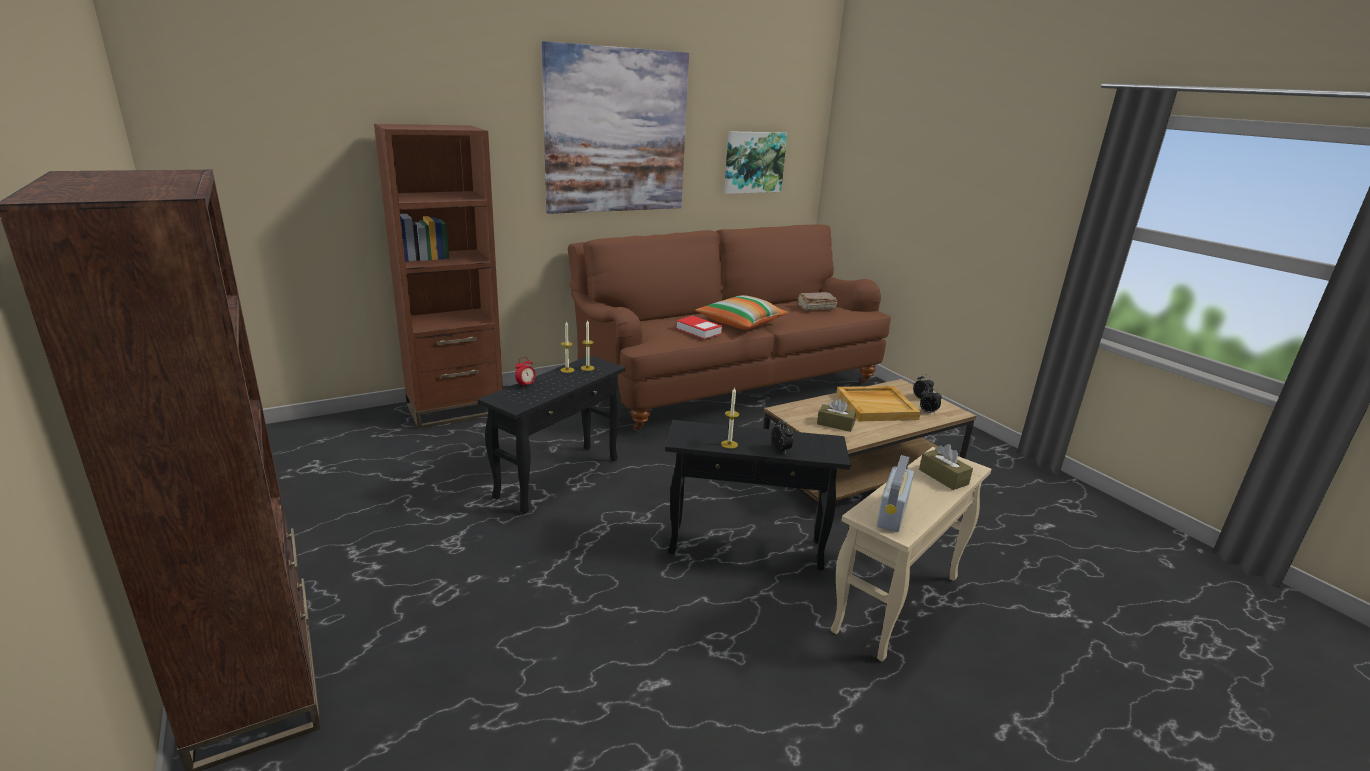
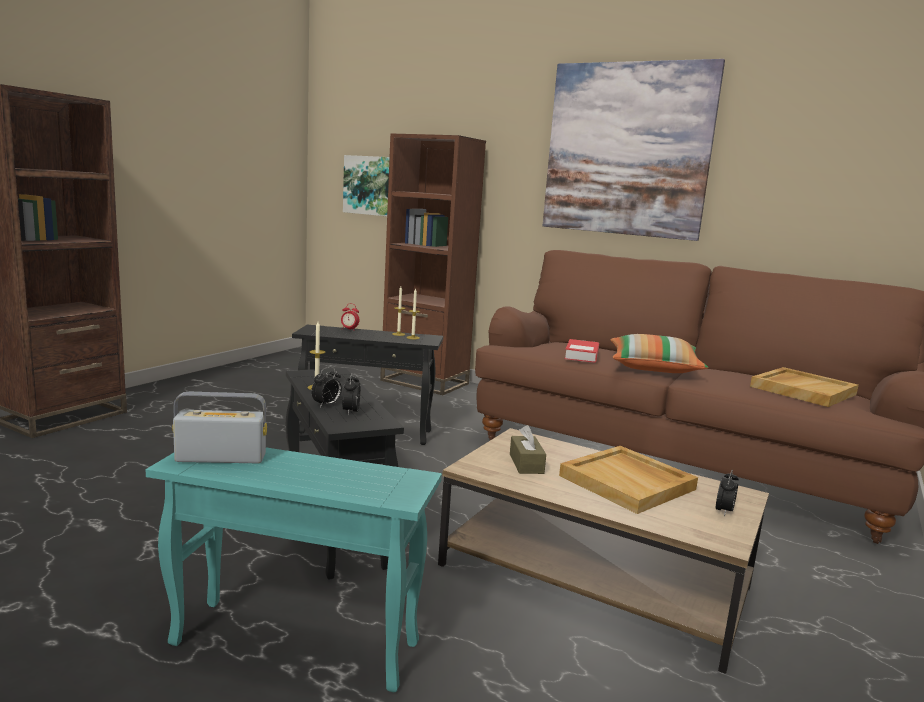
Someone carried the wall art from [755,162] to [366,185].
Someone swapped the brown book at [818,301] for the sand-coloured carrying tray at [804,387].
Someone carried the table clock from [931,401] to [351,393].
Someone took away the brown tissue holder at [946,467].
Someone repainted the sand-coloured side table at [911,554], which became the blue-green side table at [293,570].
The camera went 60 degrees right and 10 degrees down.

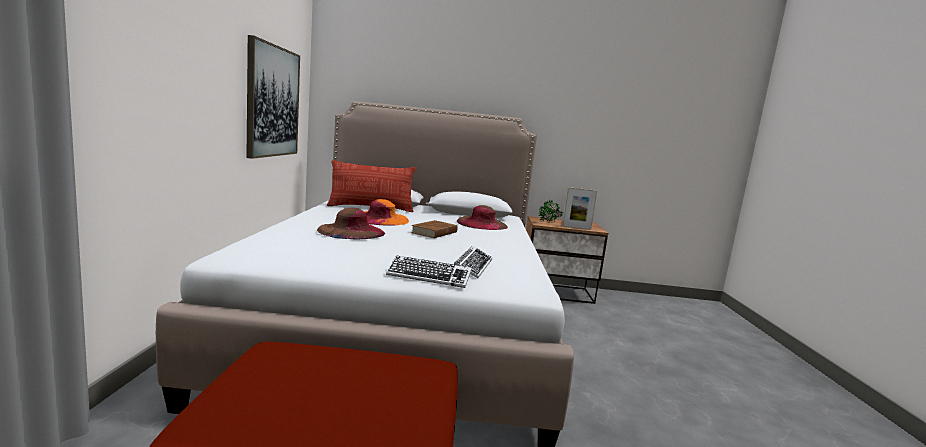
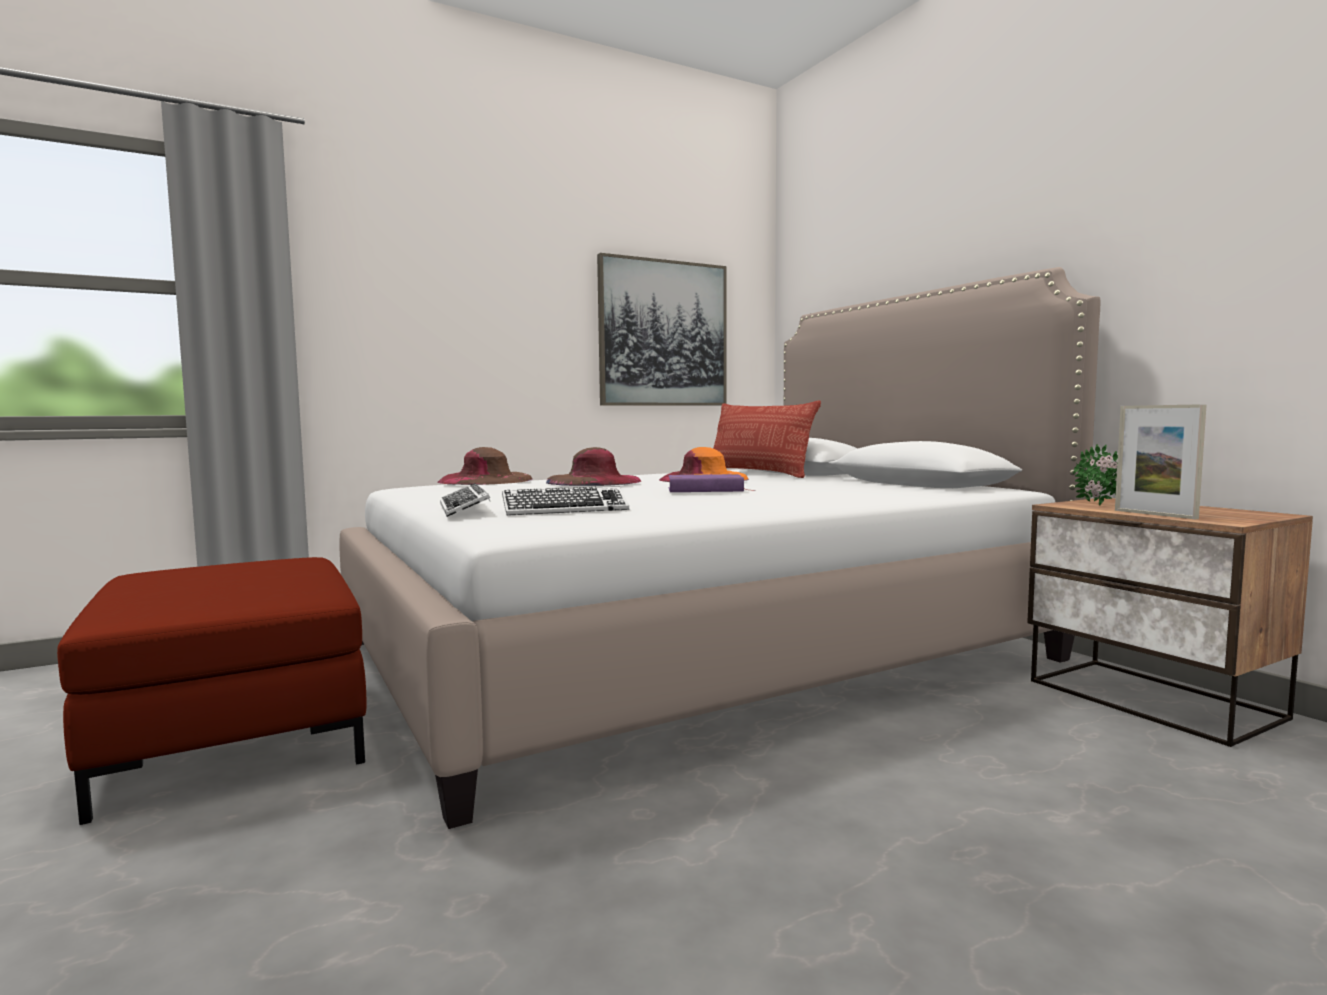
Someone carried the brown wearable hat from [482,217] to [485,466].
Someone repainted the brown book at [434,229], which became the purple book at [712,483].
The camera went 60 degrees right and 5 degrees down.

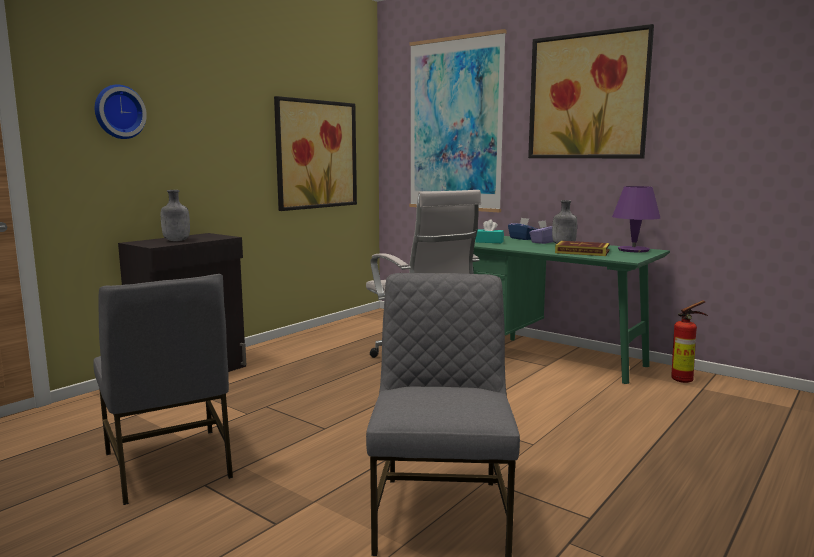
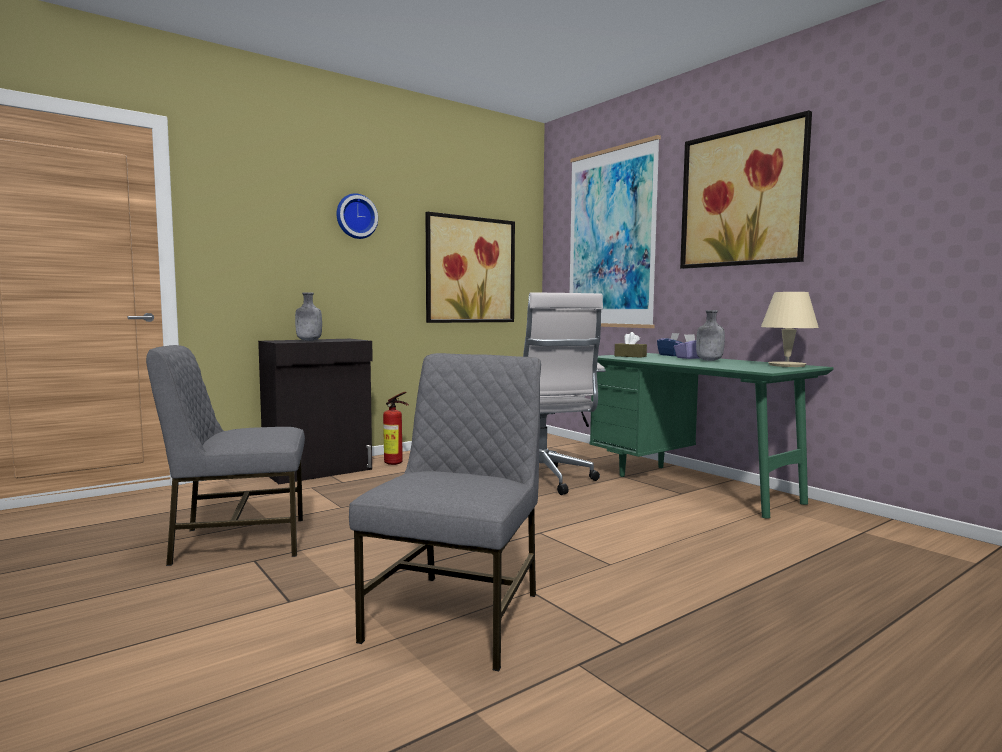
Someone carried the wall clock from [121,111] to [357,216].
Someone repainted the purple lamp for a table at [636,219], which became the sand-coloured lamp for a table at [790,329].
Someone repainted the blue-green tissue holder at [489,231], which became the brown tissue holder at [631,345].
Someone took away the book at [582,248].
Someone rotated the gray chair at [163,389] by 90 degrees clockwise.
Someone carried the extinguisher from [689,341] to [396,428].
The camera went 15 degrees right and 5 degrees down.

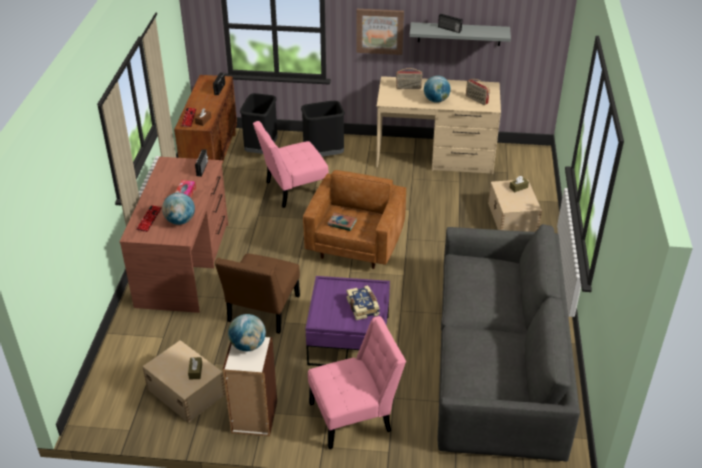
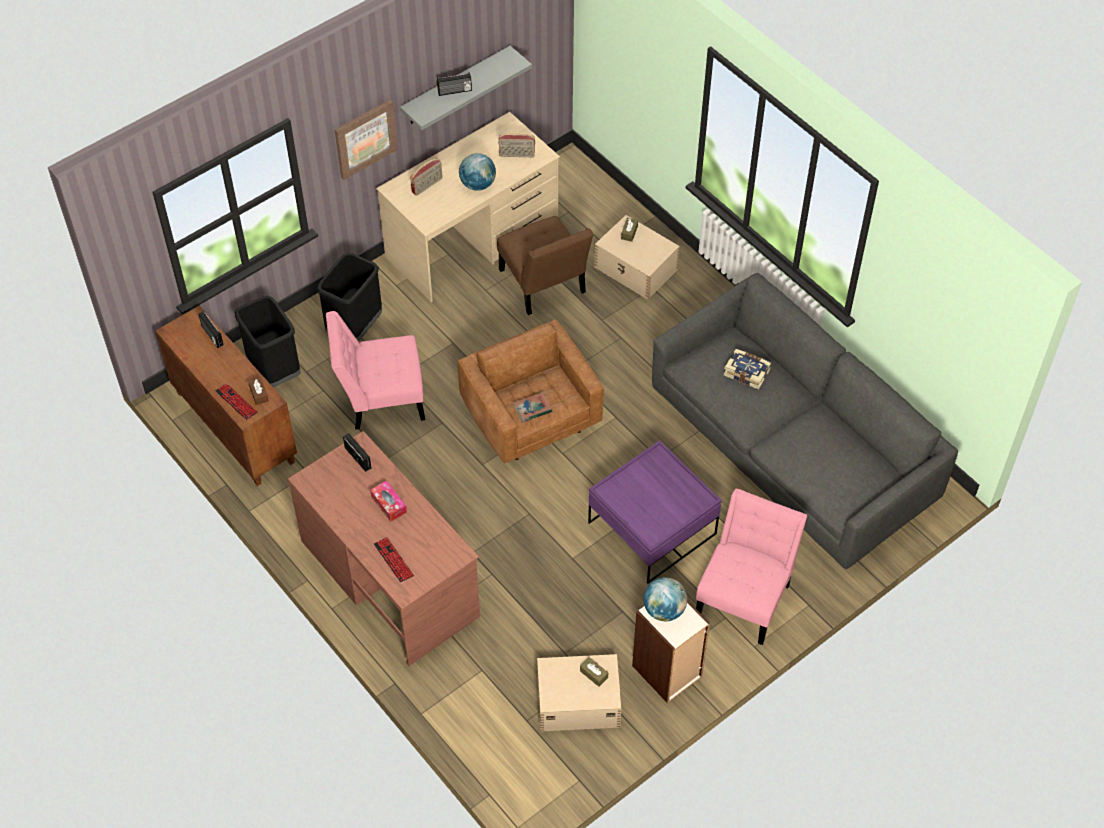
Someone rotated the pinkish chair at [290,164] by 60 degrees clockwise.
Someone took away the world globe at [178,209].
Someone carried the brown chair from [257,294] to [545,265].
Someone carried the book from [363,302] to [747,369].
The camera went 45 degrees left and 15 degrees up.

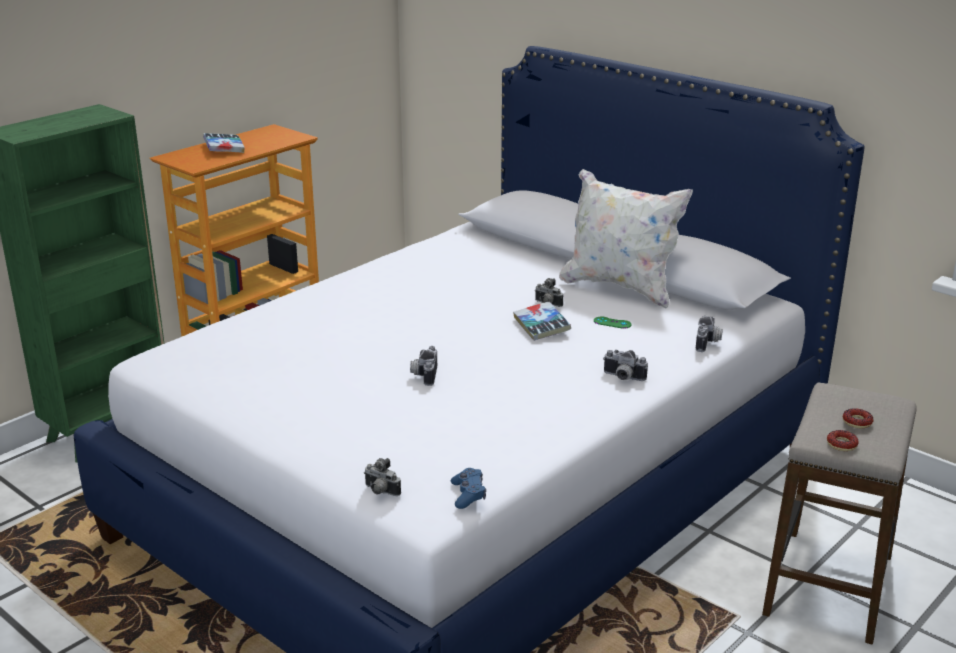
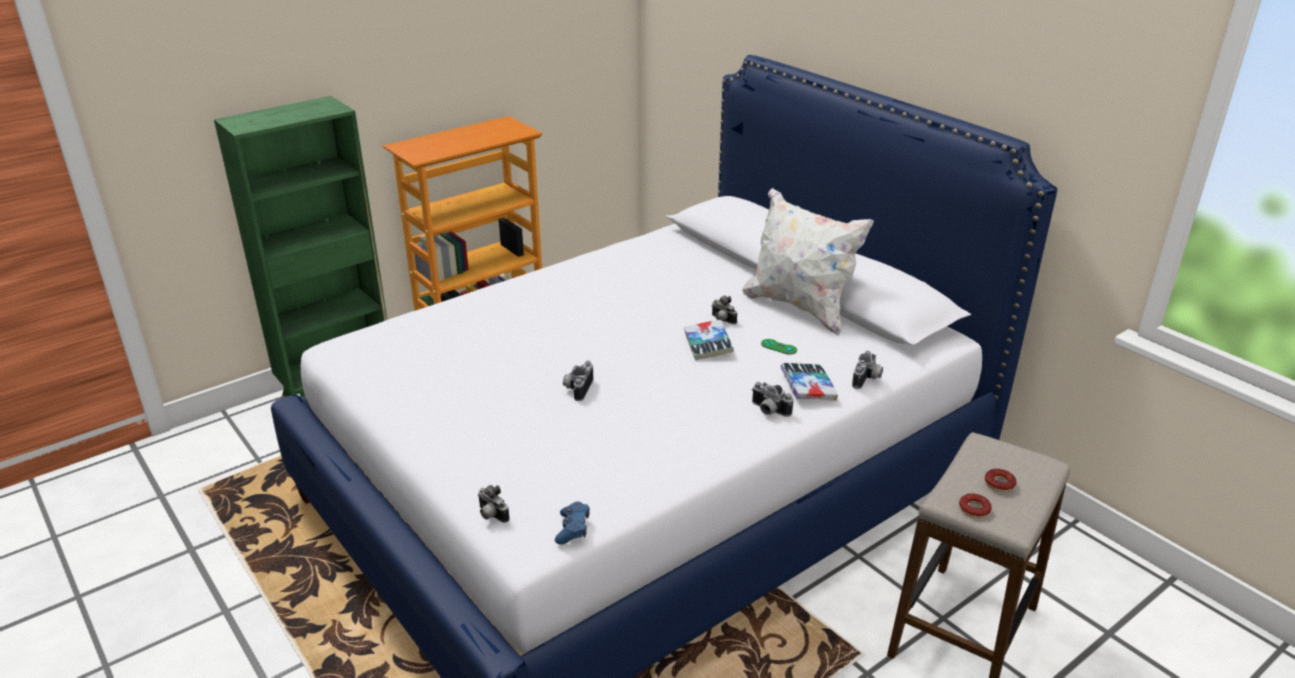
Someone carried the book from [224,143] to [809,382].
The camera went 10 degrees right and 5 degrees up.

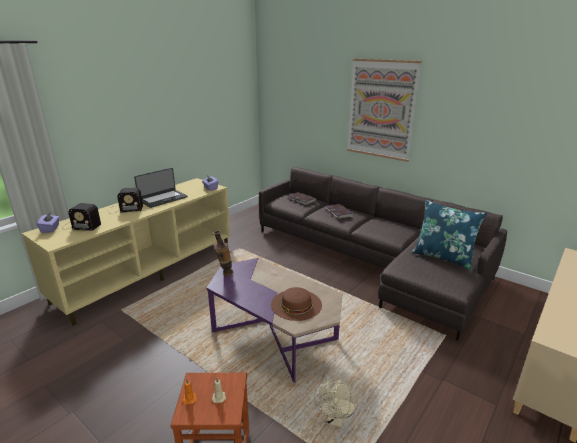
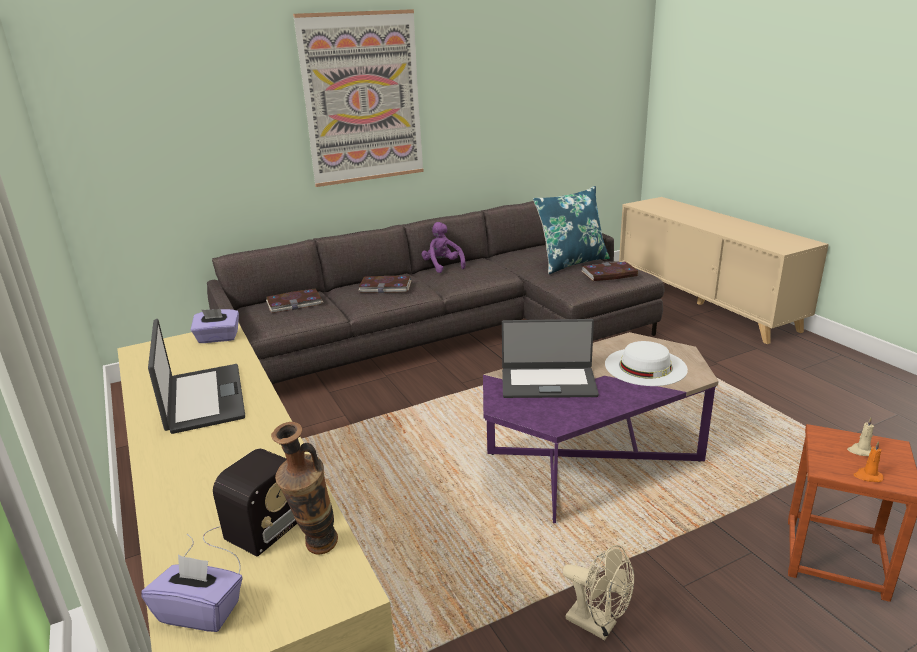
Someone took away the radio at [125,200].
Someone carried the flower vase from [222,253] to [304,488].
Someone repainted the brown wearable hat at [296,304], which became the white-coloured wearable hat at [646,363].
Someone carried the sand-coloured fan from [336,403] to [598,592].
Someone put down the purple soft toy at [443,247].
Someone put down the book at [610,271].
Someone put down the portable computer at [550,358].
The camera went 65 degrees left and 0 degrees up.

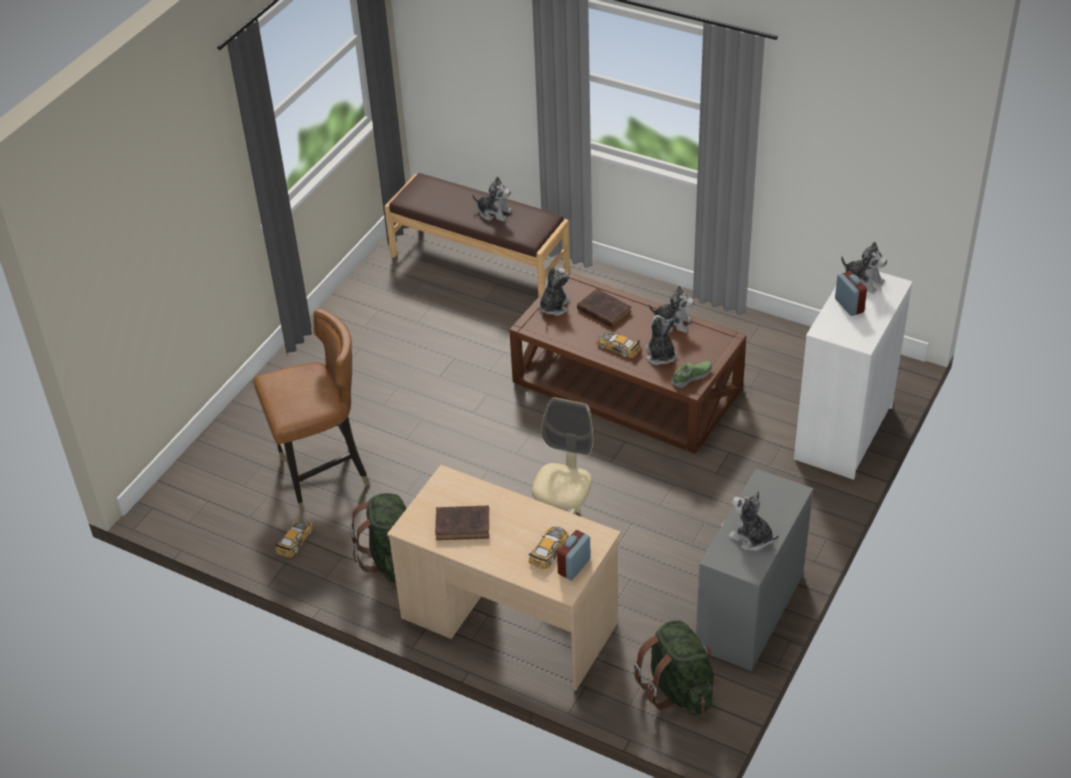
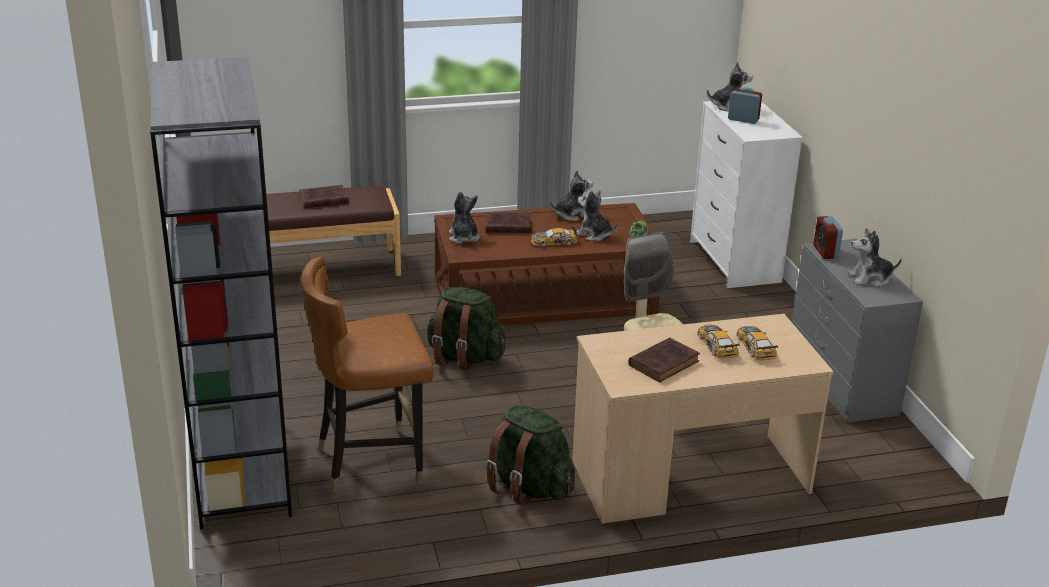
Someone swapped the soft toy at [492,199] for the brown book at [324,196].
Someone rotated the brown chair at [311,410] by 135 degrees counterclockwise.
Someone carried the miniature car from [294,538] to [718,342].
Someone carried the table clock from [574,555] to [828,237].
Someone carried the green backpack from [673,667] to [466,329].
Someone put down the gray bookshelf at [221,293].
The camera went 45 degrees left and 15 degrees down.

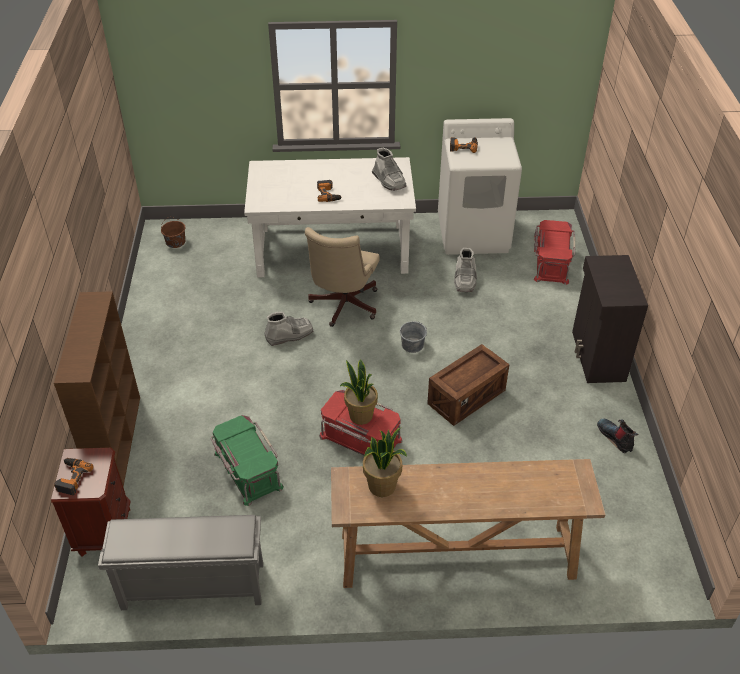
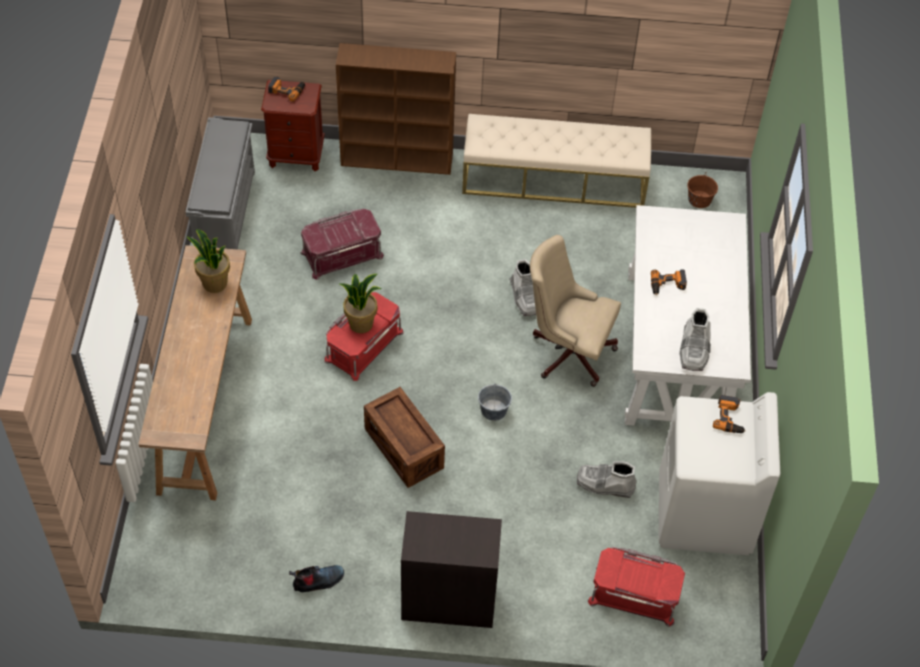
Someone rotated the gray boot at [389,169] by 60 degrees counterclockwise.
Someone repainted the green storage bin at [247,460], which became the reddish storage bin at [342,244].
Someone put down the sand-coloured indoor bench at [556,161].
The camera went 95 degrees right and 10 degrees up.

